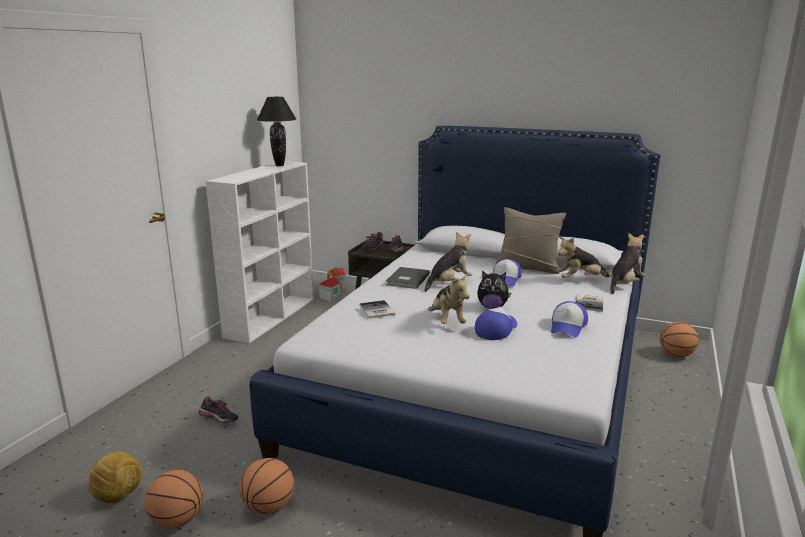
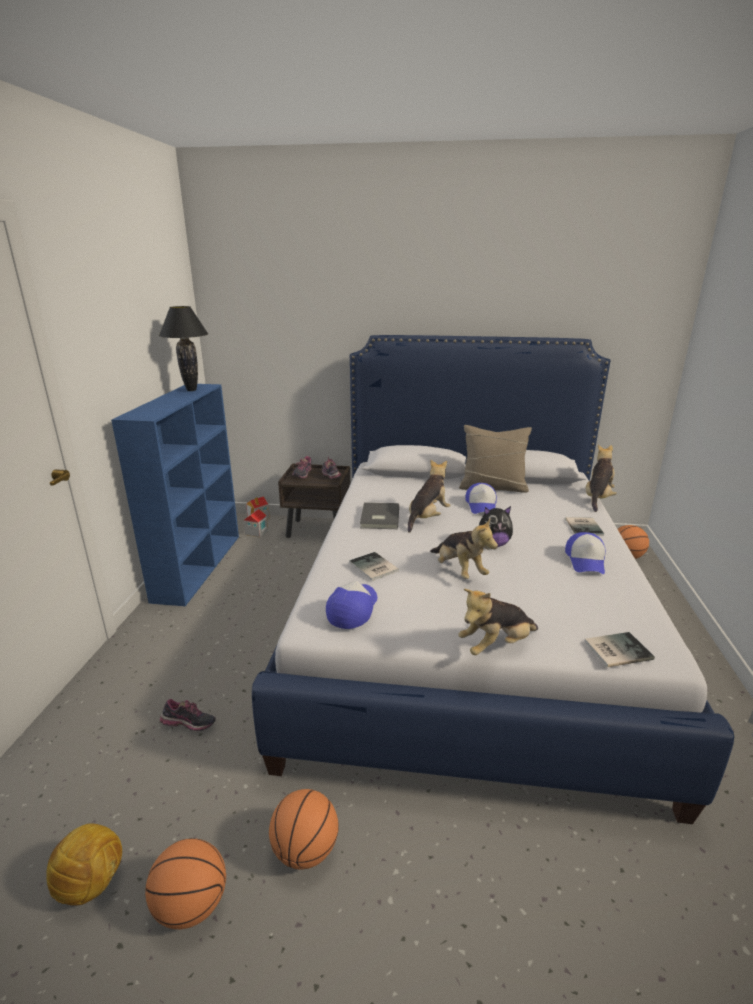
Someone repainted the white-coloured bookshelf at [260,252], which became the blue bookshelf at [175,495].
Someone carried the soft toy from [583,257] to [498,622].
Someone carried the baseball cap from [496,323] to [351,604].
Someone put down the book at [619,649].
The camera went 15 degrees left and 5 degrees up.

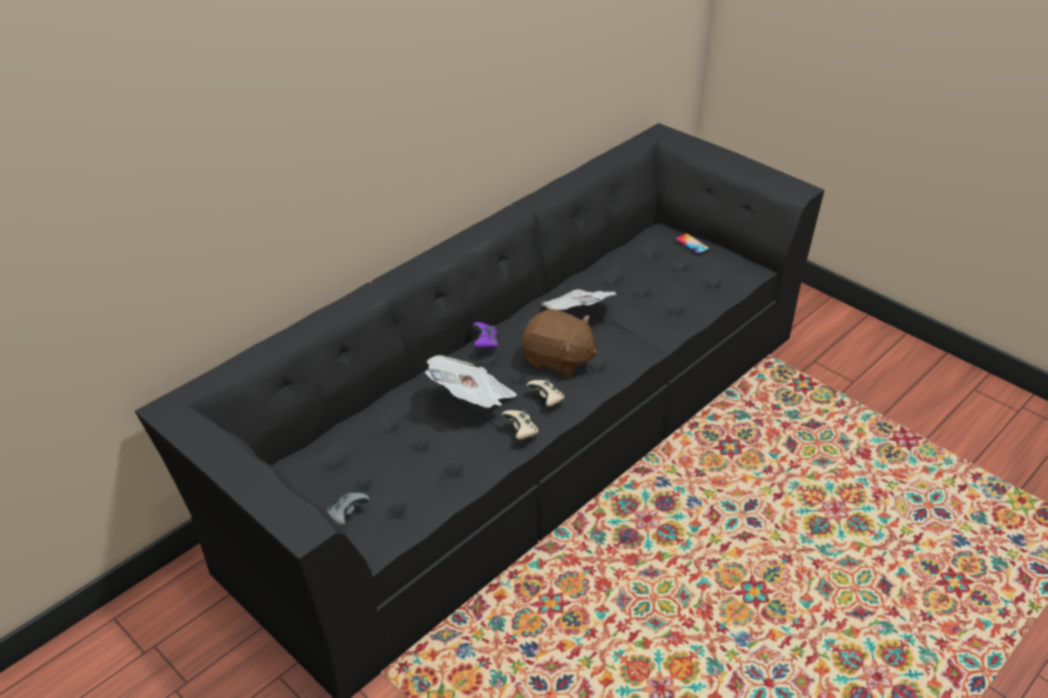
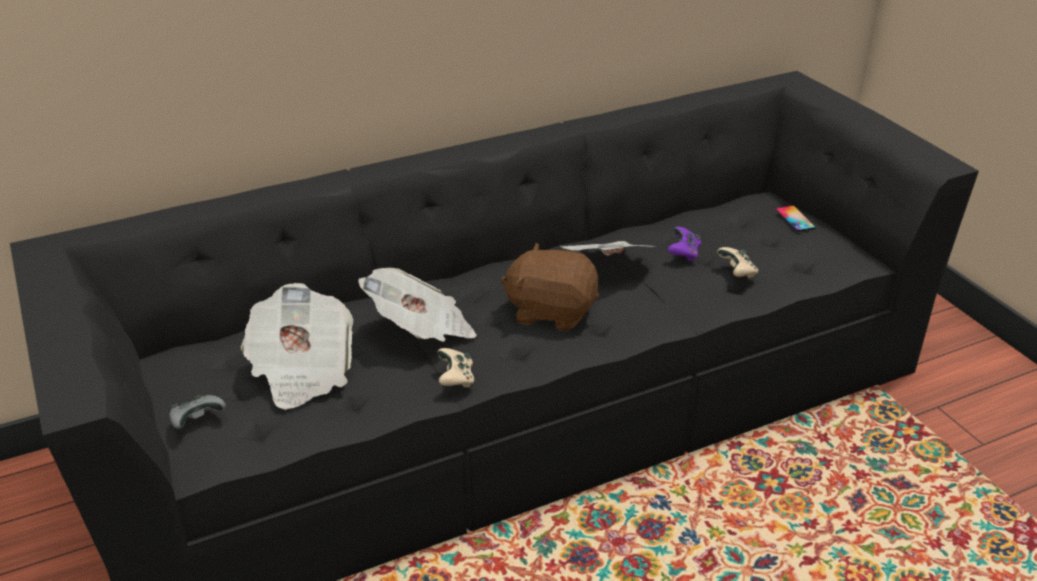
Someone rotated the brown soft toy at [559,343] by 150 degrees clockwise.
Someone carried the purple joypad from [485,336] to [684,244].
Someone carried the sand-coloured joypad from [545,393] to [737,262].
Someone put down the daily paper at [297,346].
The camera went 20 degrees right and 5 degrees down.

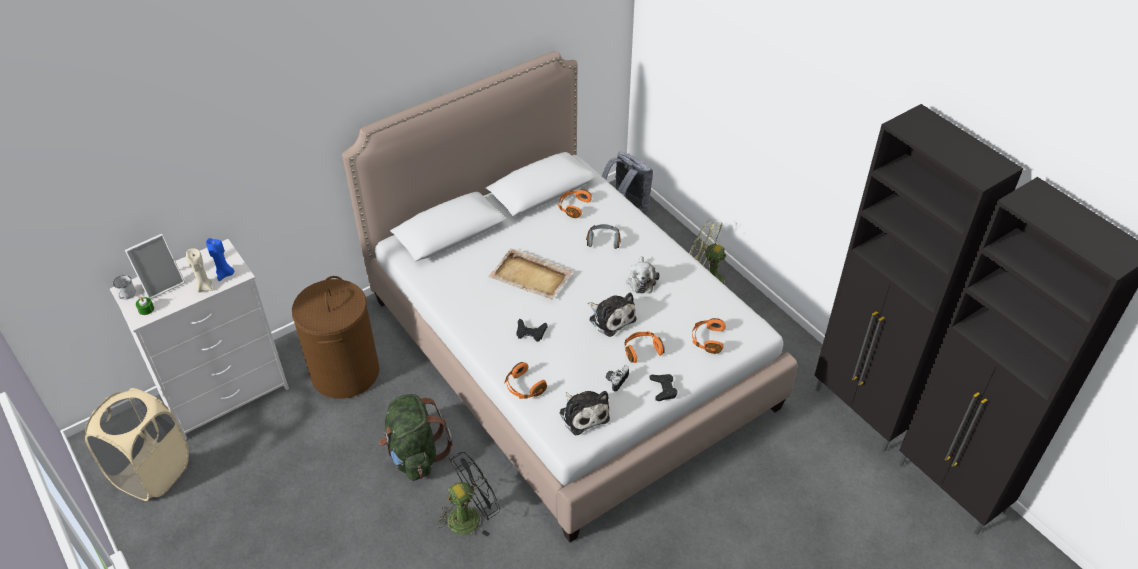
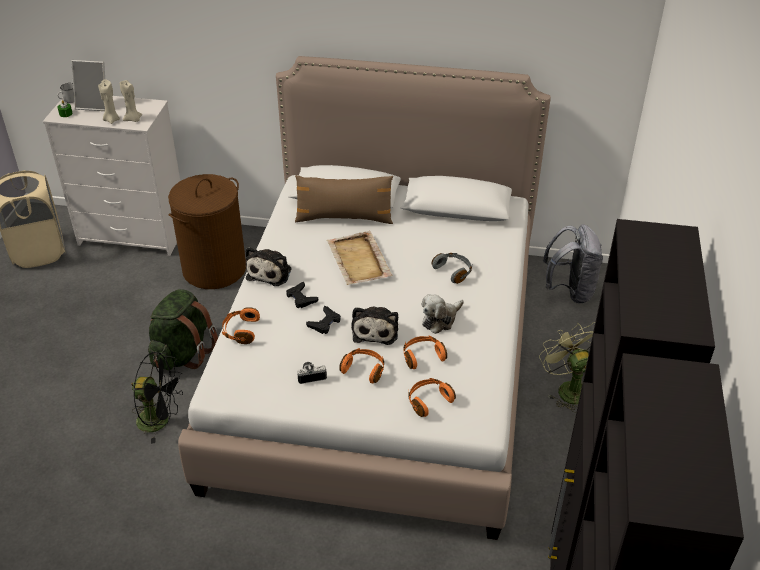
Someone carried the orange headset from [575,203] to [425,352].
Someone repainted the blue wax candle at [220,259], which became the sand-coloured wax candle at [131,101].
Someone carried the blackish joypad from [663,387] to [323,320].
Someone carried the soft toy from [585,413] to [268,266].
Someone put down the brown pillow at [344,199].
The camera went 45 degrees right and 5 degrees down.

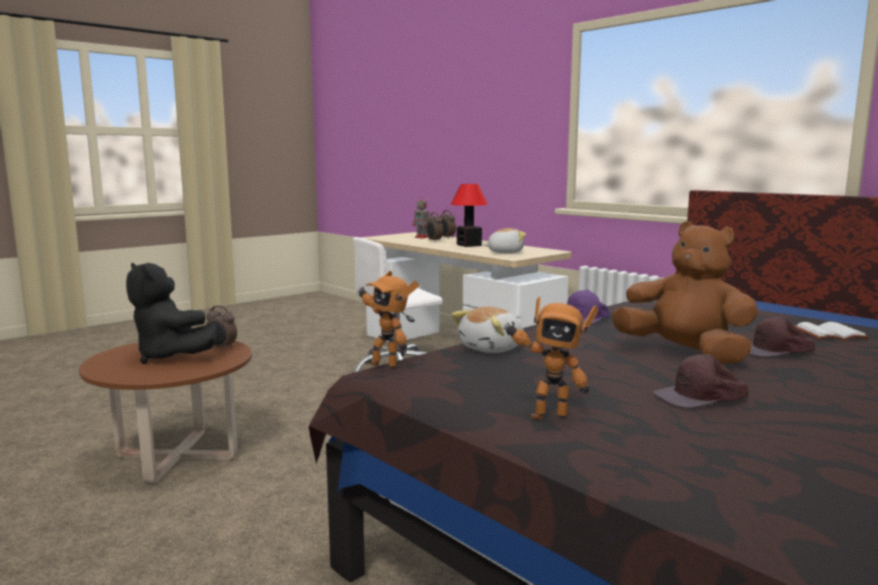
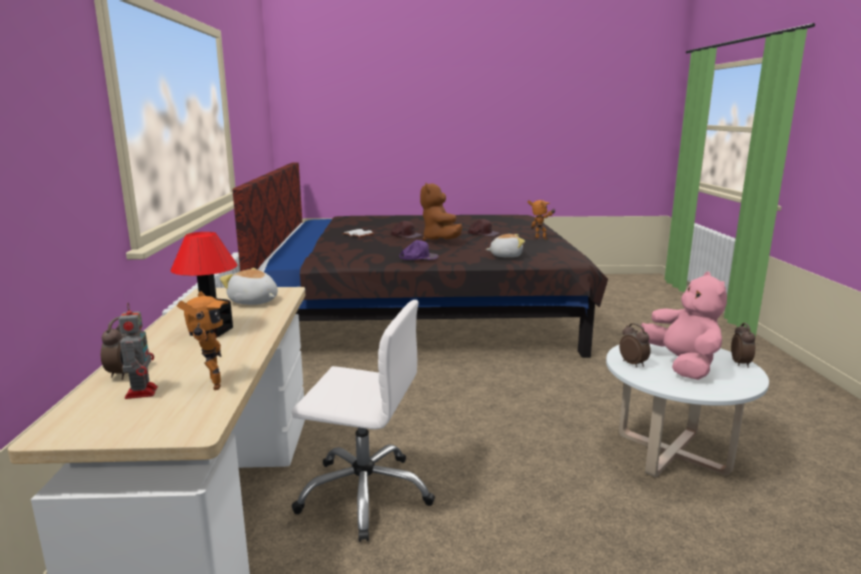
Someone carried the table clock from [434,227] to [743,345].
Someone repainted the blackish soft toy at [171,313], which became the pinkish soft toy at [684,326].
Someone carried the model robot from [388,319] to [202,340].
Someone repainted the brown lounge table at [165,412], which became the white-coloured lounge table at [687,410].
The camera went 140 degrees left and 5 degrees up.

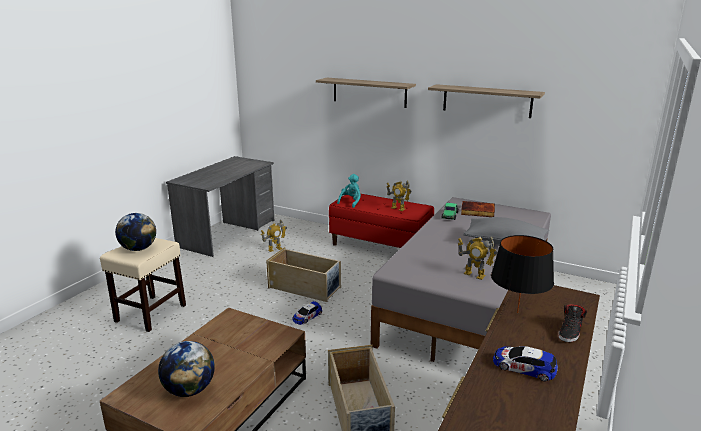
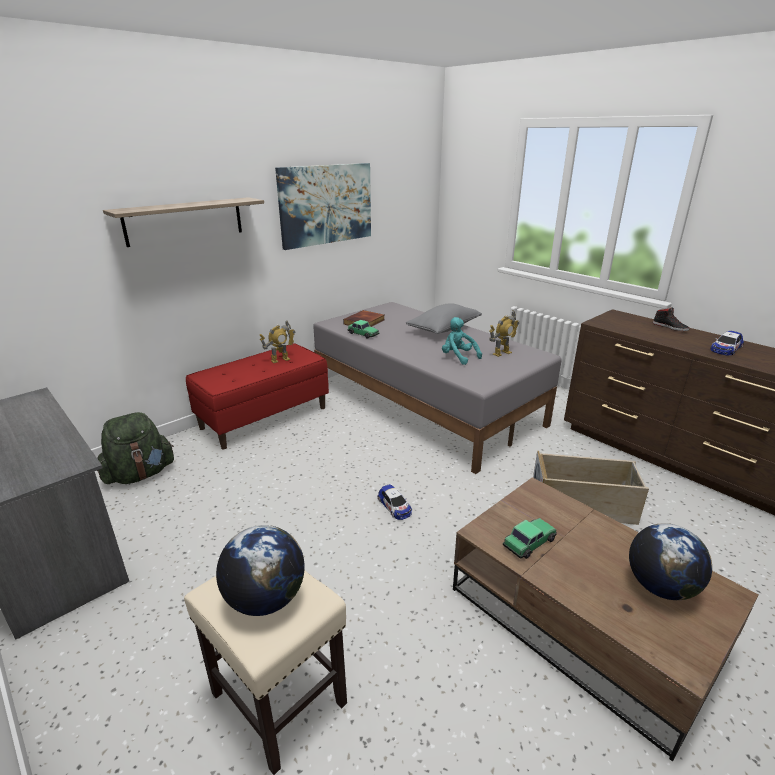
Someone swapped the shelf at [486,101] for the wall art at [323,206].
Someone carried the blue-green soft toy from [349,191] to [462,341].
Someone took away the model robot at [274,235].
Someone took away the blackish lamp for a table at [522,274].
Someone took away the sand-coloured storage bin at [303,274].
Someone put down the green backpack at [135,448].
Someone put down the miniature car at [530,538].
The camera went 70 degrees left and 5 degrees up.

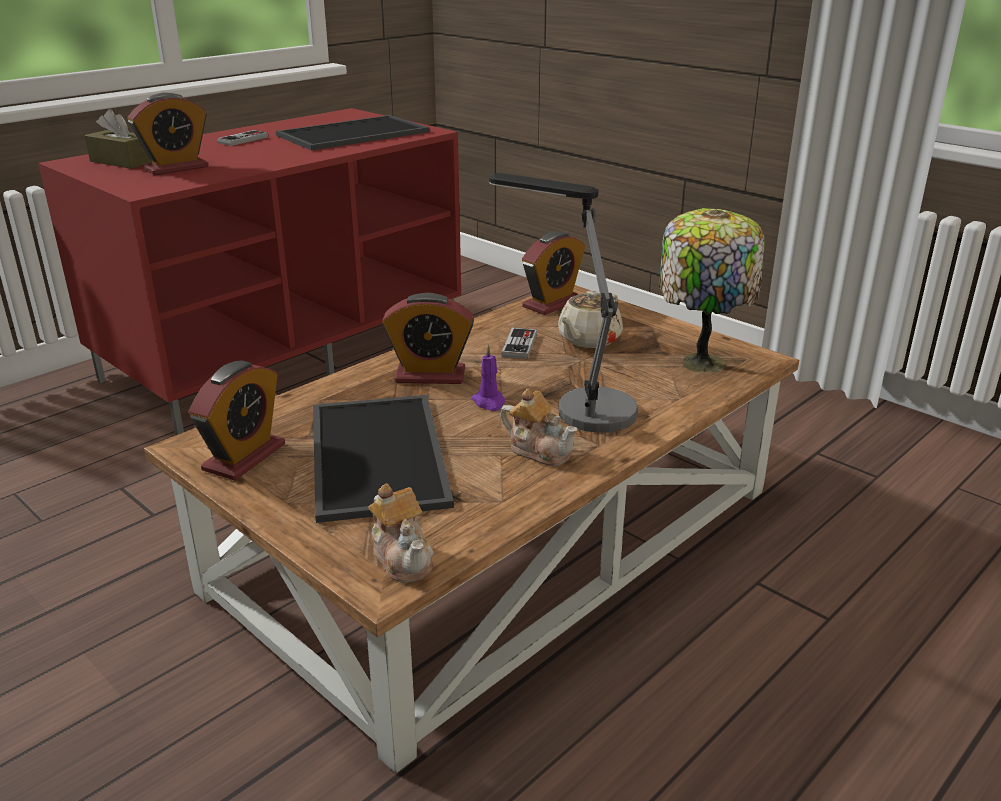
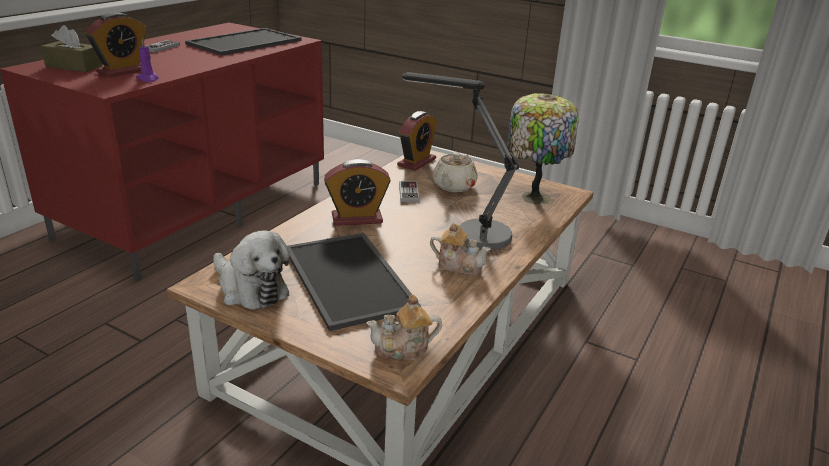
Someone carried the purple wax candle from [488,377] to [147,60].
Someone swapped the table clock at [236,420] for the soft toy at [251,269].
Someone rotated the teapot at [401,533] by 120 degrees clockwise.
The camera went 15 degrees left and 0 degrees up.

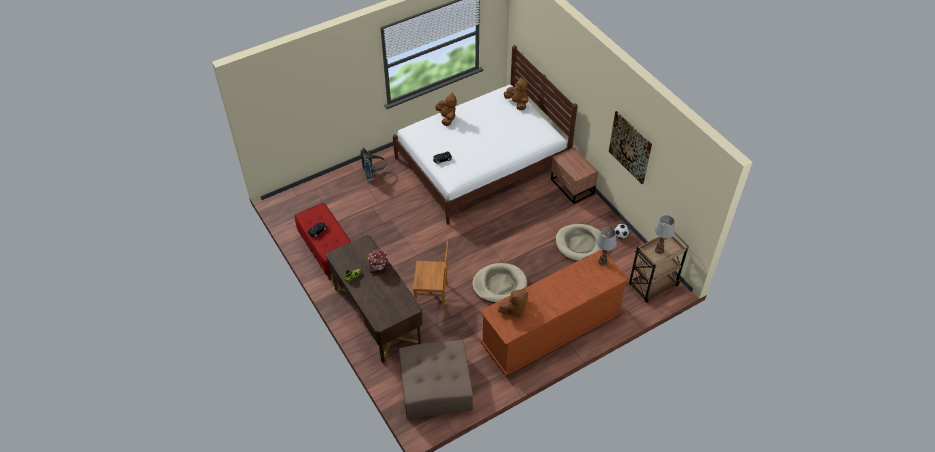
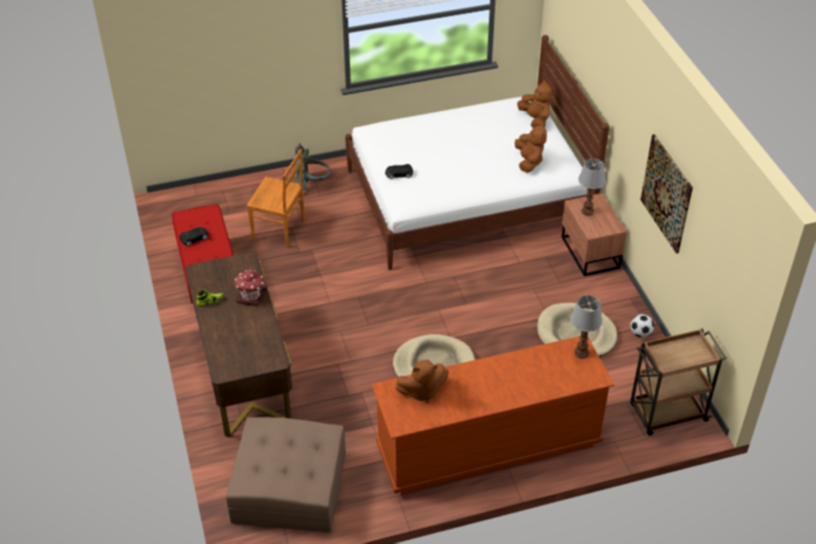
Someone carried the brown soft toy from [446,109] to [531,148].
Someone carried the lamp for a table from [664,234] to [592,187].
Someone carried the brown chair from [430,275] to [275,198].
The camera went 15 degrees right and 5 degrees down.

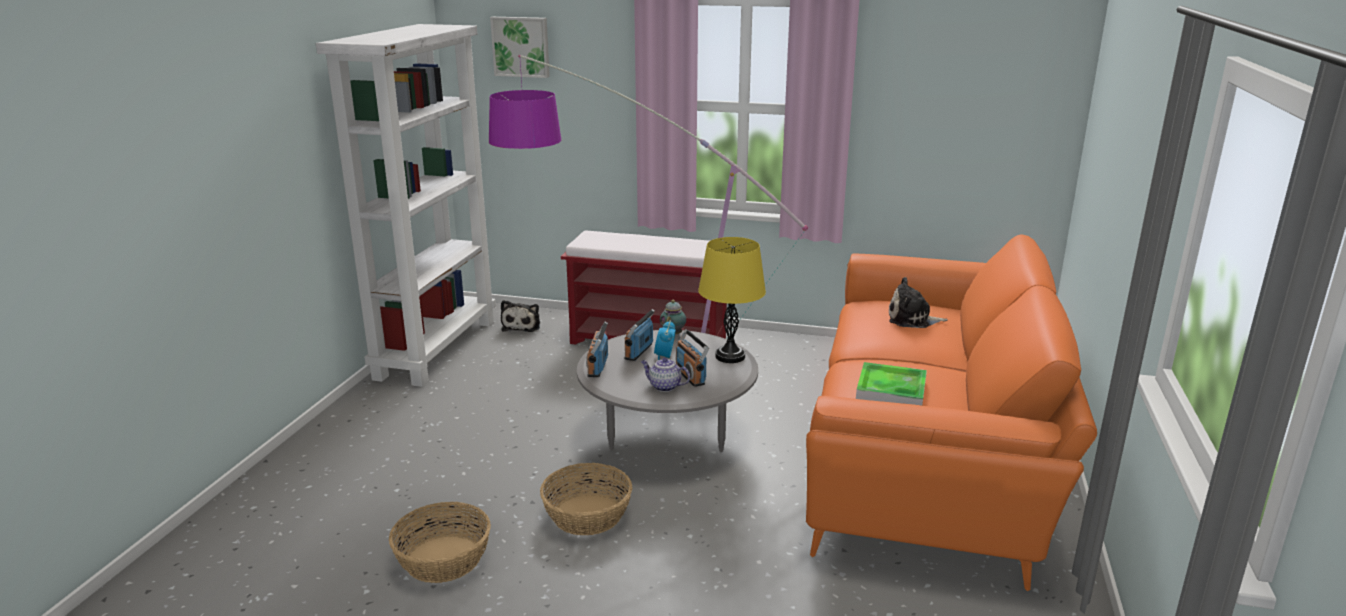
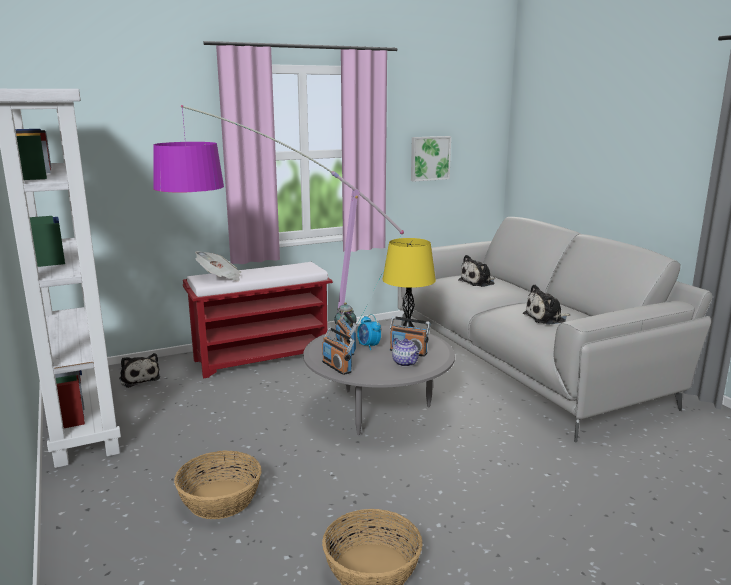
Someone carried the wall art from [520,47] to [431,159].
Someone repainted the orange couch at [951,413], which became the gray couch at [555,329].
Someone rotated the teapot at [665,375] by 105 degrees counterclockwise.
Someone swapped the carrying tray at [891,383] for the soft toy at [546,304].
Someone carried the storage basket from [586,499] to [218,484].
Someone put down the daily paper at [218,266].
The camera went 40 degrees left and 5 degrees down.

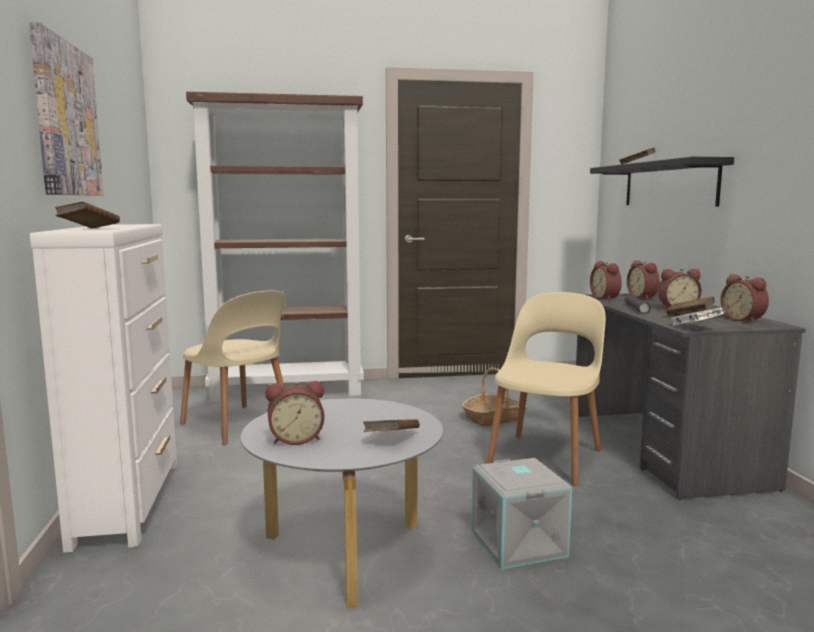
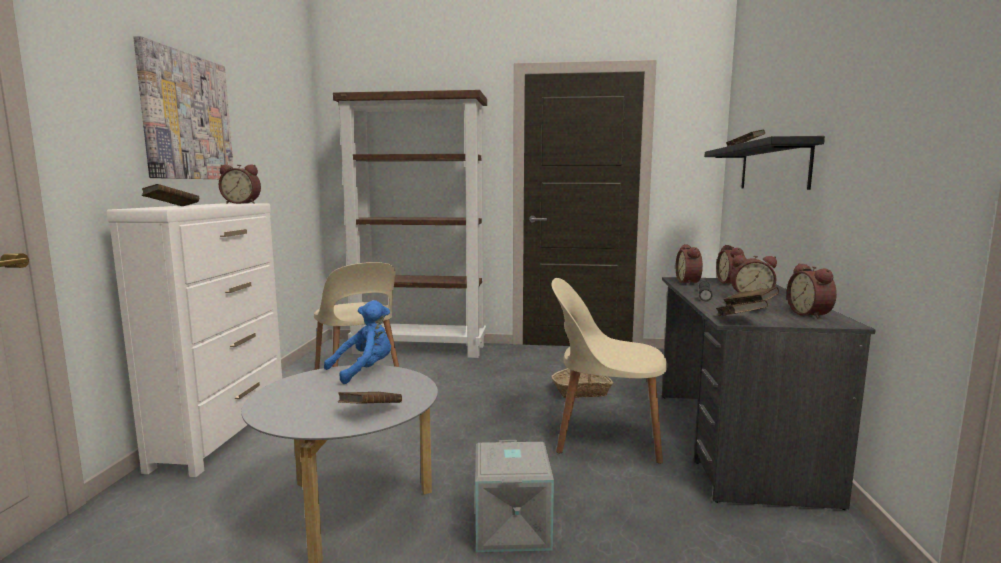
Someone rotated the sand-coloured chair at [546,389] by 120 degrees counterclockwise.
Someone repainted the white-coloured book at [698,316], which became the brown book at [742,308].
Someone carried the table clock from [295,413] to [240,184].
Someone put down the blue soft toy at [357,342].
The camera went 15 degrees right and 0 degrees up.

